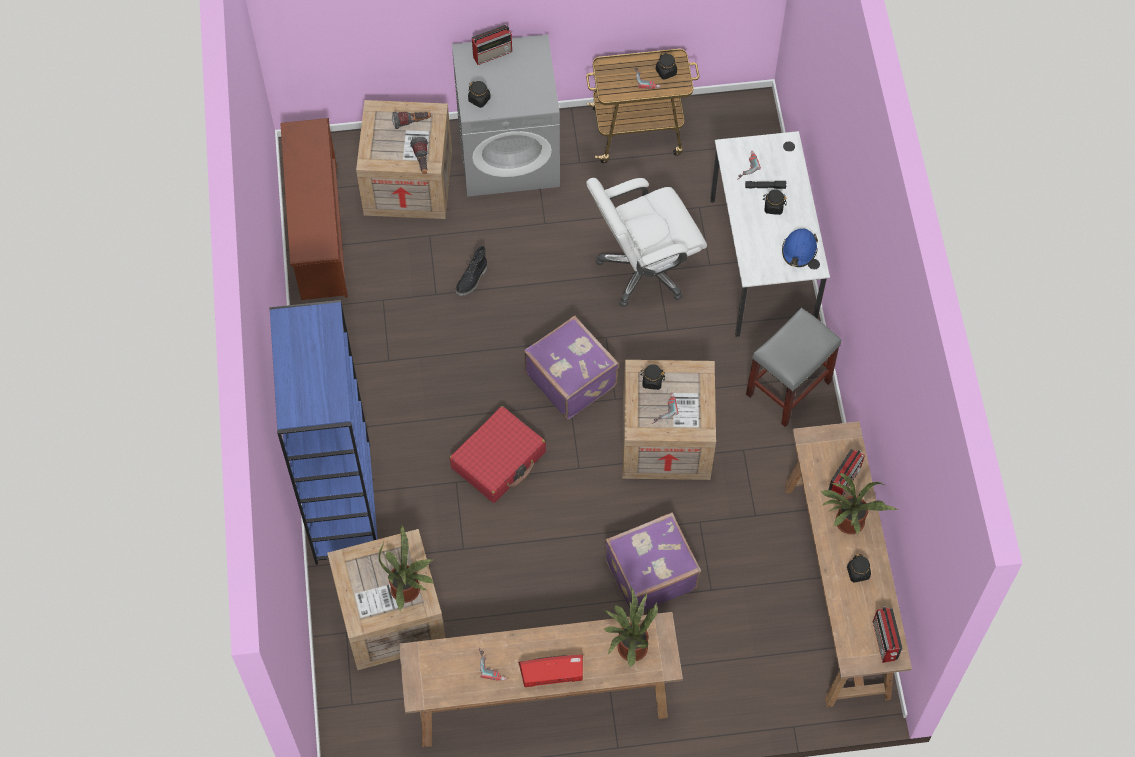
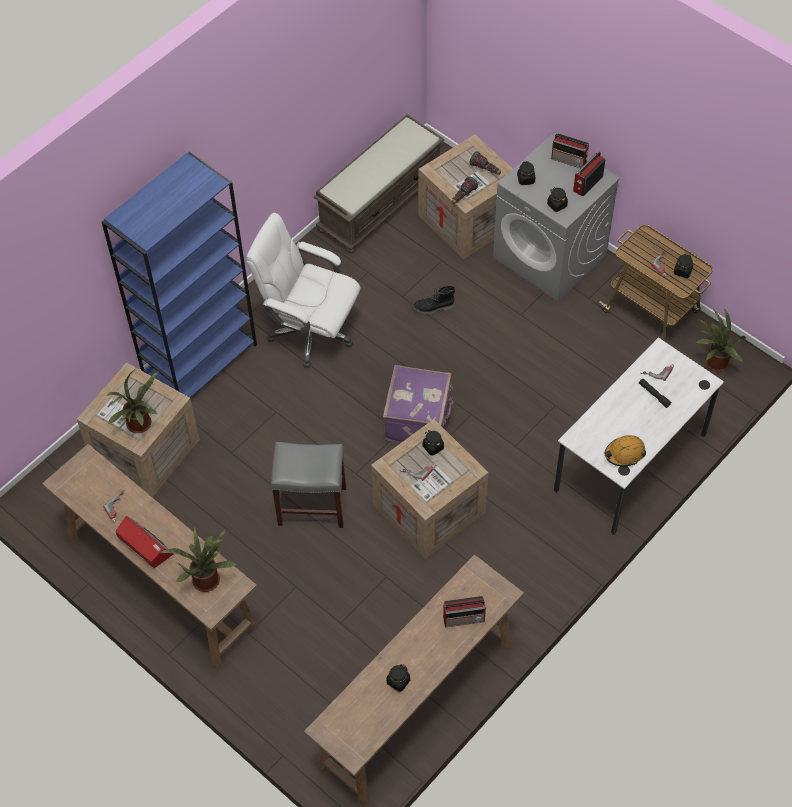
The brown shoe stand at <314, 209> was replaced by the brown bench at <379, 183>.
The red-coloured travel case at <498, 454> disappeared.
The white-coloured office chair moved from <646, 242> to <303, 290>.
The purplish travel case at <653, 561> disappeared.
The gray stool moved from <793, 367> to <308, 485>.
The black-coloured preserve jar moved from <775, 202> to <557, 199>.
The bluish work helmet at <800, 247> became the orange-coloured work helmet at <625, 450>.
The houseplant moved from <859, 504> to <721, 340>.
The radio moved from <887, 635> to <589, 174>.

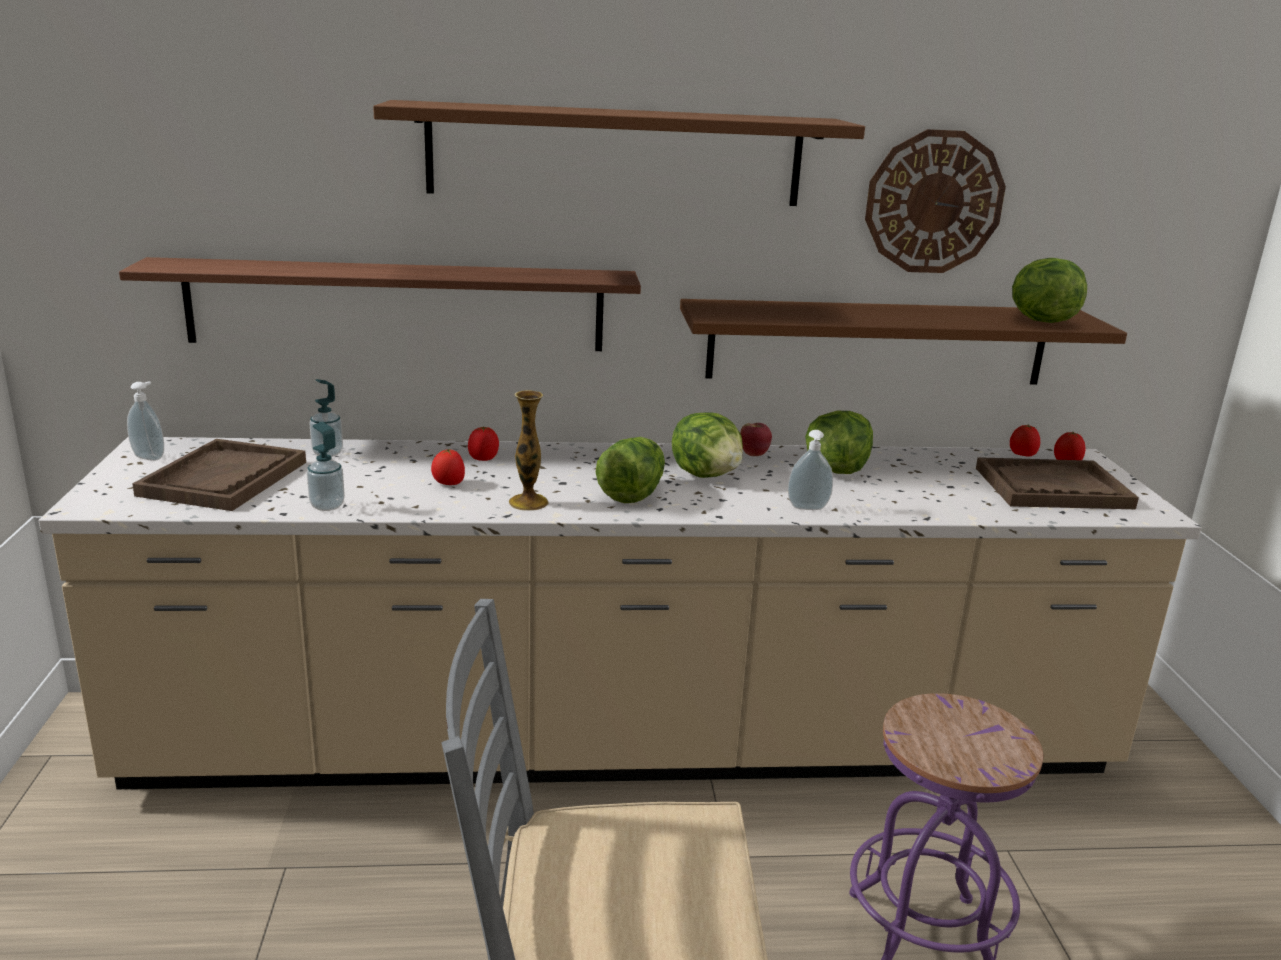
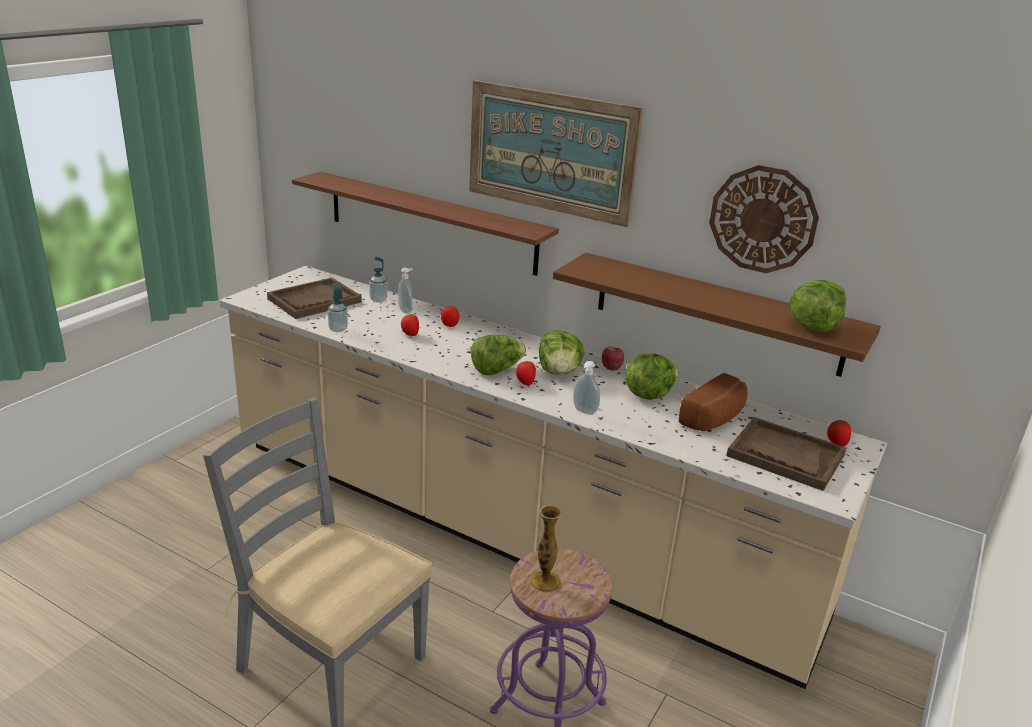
The soap bottle moved from <145, 421> to <405, 291>.
The brown wall shelf at <619, 153> was replaced by the wall picture at <556, 153>.
The decorative vase moved from <529, 450> to <545, 548>.
The fresh tomato moved from <1025, 440> to <526, 372>.
The baked bread at <713, 402> appeared.

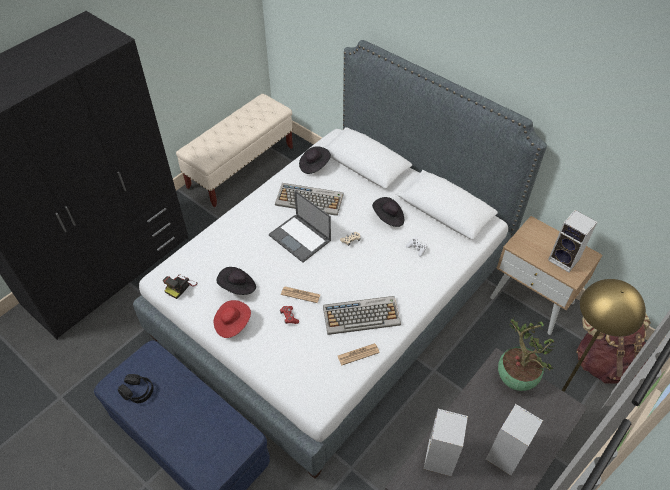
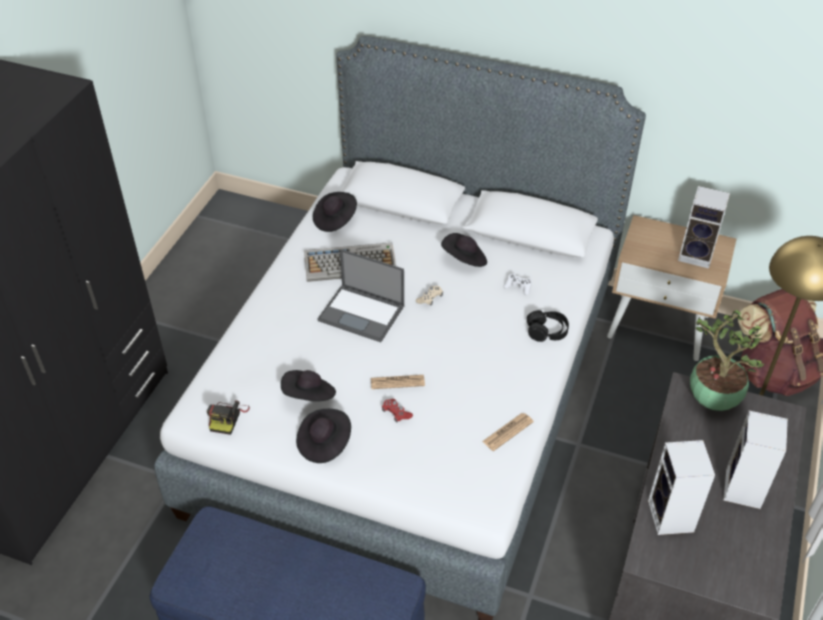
The black-coloured headset moved from <135, 388> to <548, 326>.
The beige bench at <234, 150> disappeared.
The red-coloured wearable hat at <232, 319> became the black-coloured wearable hat at <323, 436>.
The PC keyboard at <362, 315> disappeared.

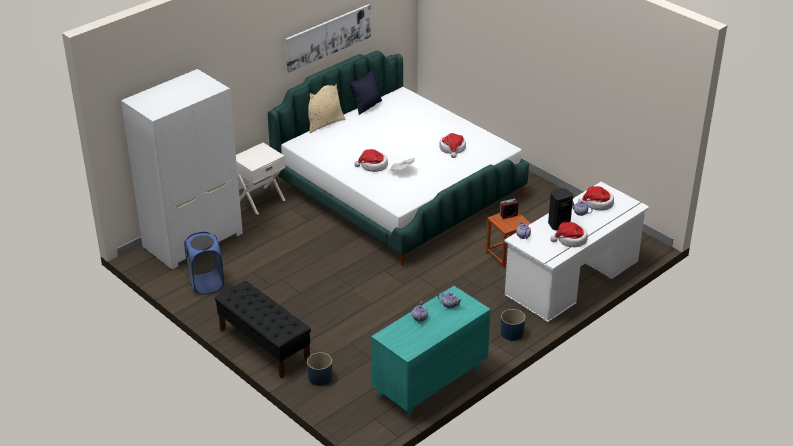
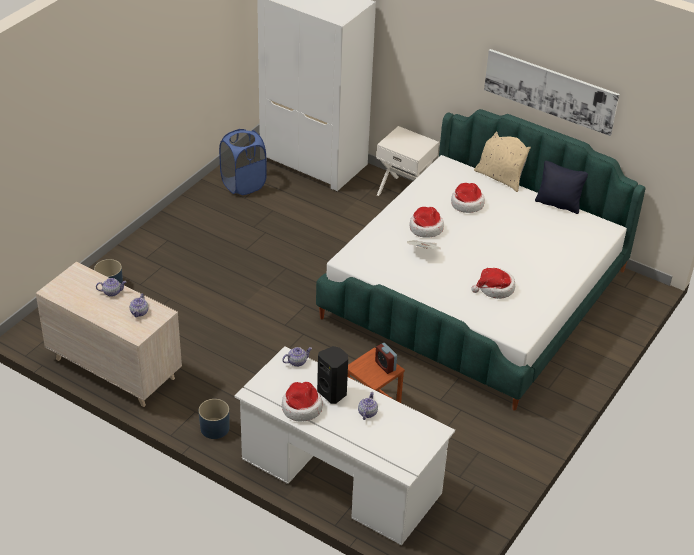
The black-coloured bench at <263, 330> disappeared.
The turquoise-coloured drawer chest at <431, 351> became the beige drawer chest at <109, 334>.
The wearable hat moved from <596, 198> to <468, 198>.

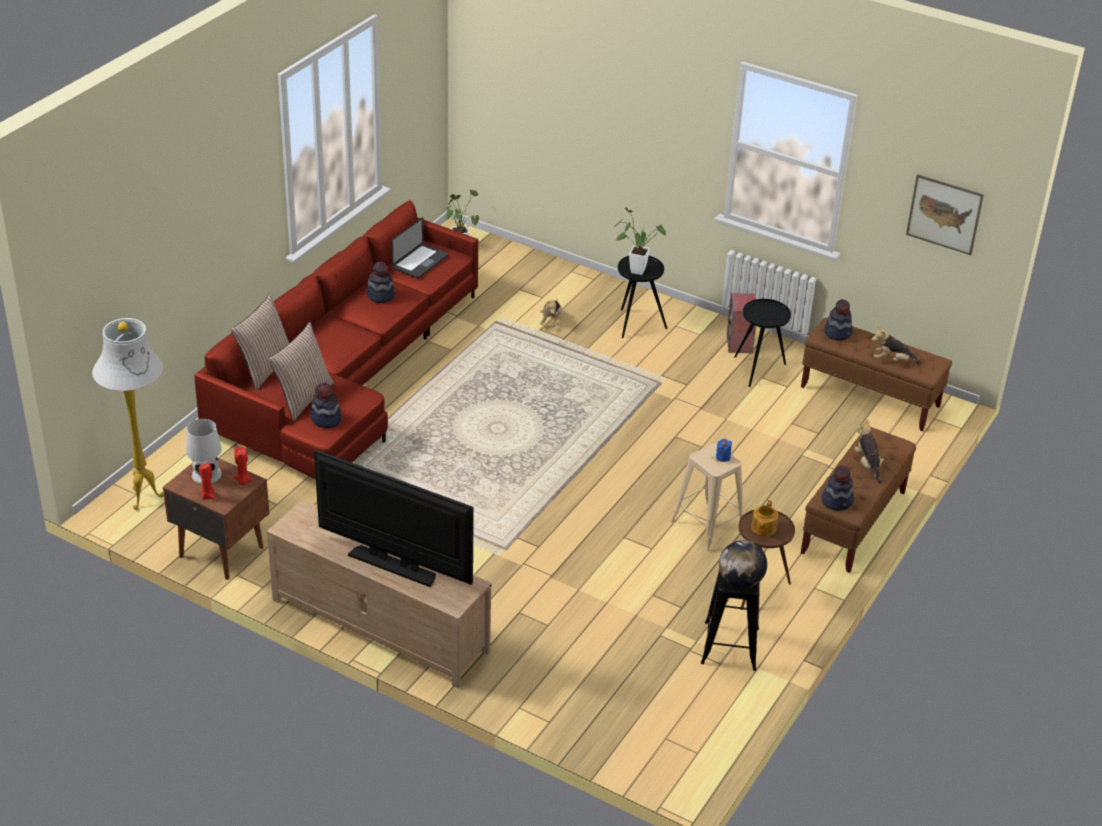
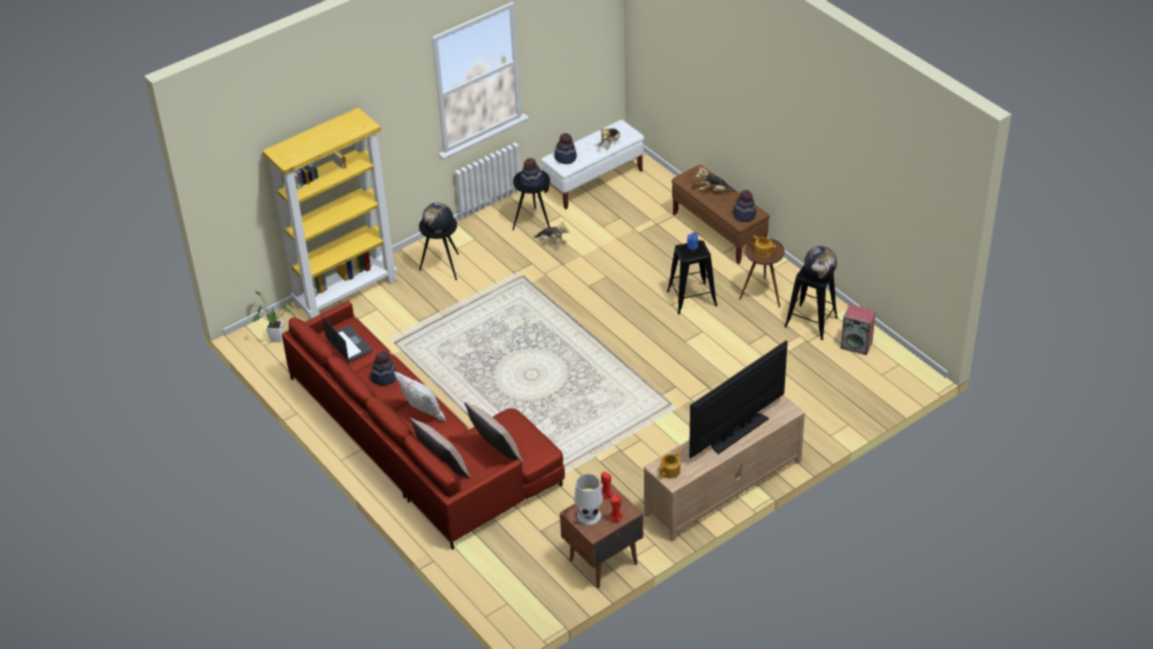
The white-coloured floor lamp at <128, 414> disappeared.
The wearable hat moved from <326, 405> to <532, 173>.
The plush toy moved from <551, 313> to <551, 235>.
The houseplant at <640, 241> was replaced by the globe at <437, 218>.
The beige stool at <707, 497> became the black-coloured stool at <692, 277>.
The loudspeaker moved from <741, 323> to <858, 329>.
The brown bench at <876, 374> became the white-coloured bench at <592, 164>.
The wall picture at <945, 214> disappeared.
The yellowish shelving unit at <329, 214> appeared.
The white-coloured throw pillow at <420, 396> appeared.
The tea pot at <670, 465> appeared.

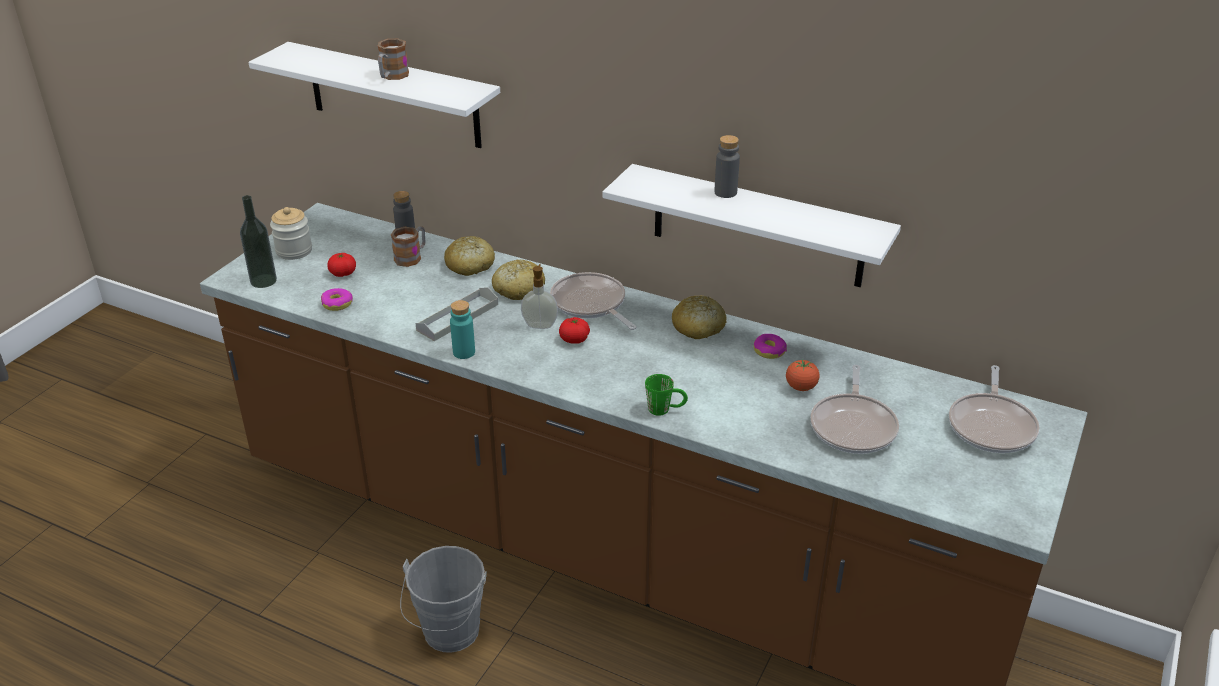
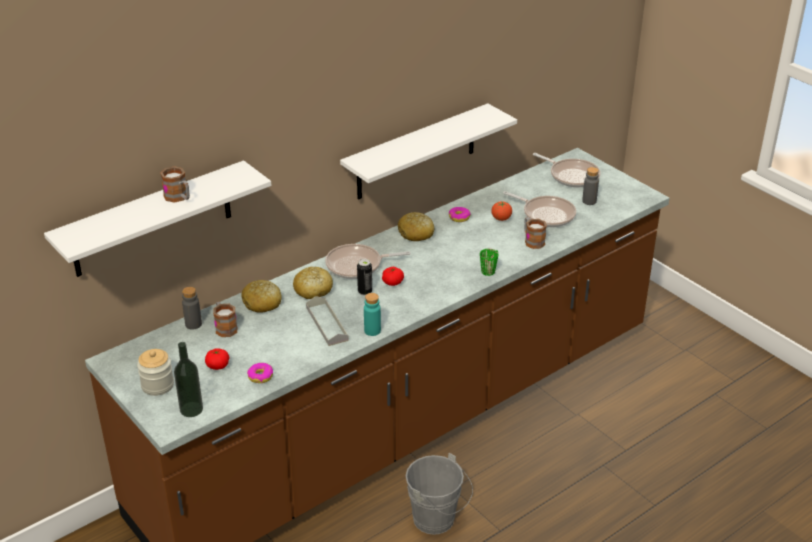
The soap bottle at <539, 296> was replaced by the sealed can at <364, 277>.
The gray bottle moved from <727, 166> to <590, 186>.
The mug at <535, 233> appeared.

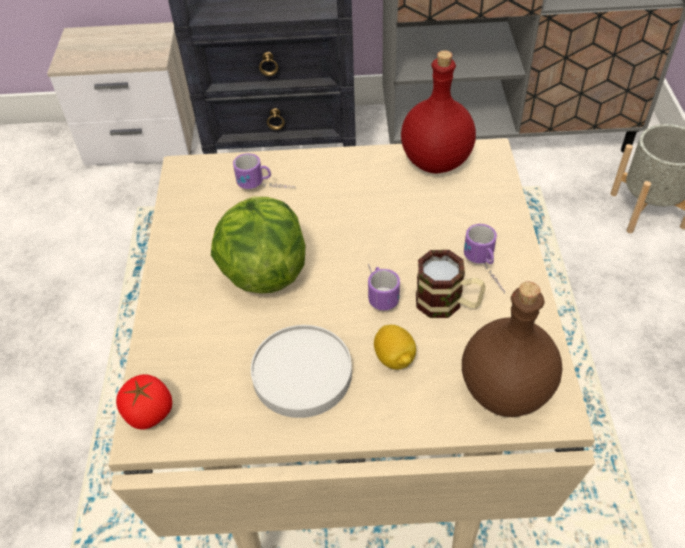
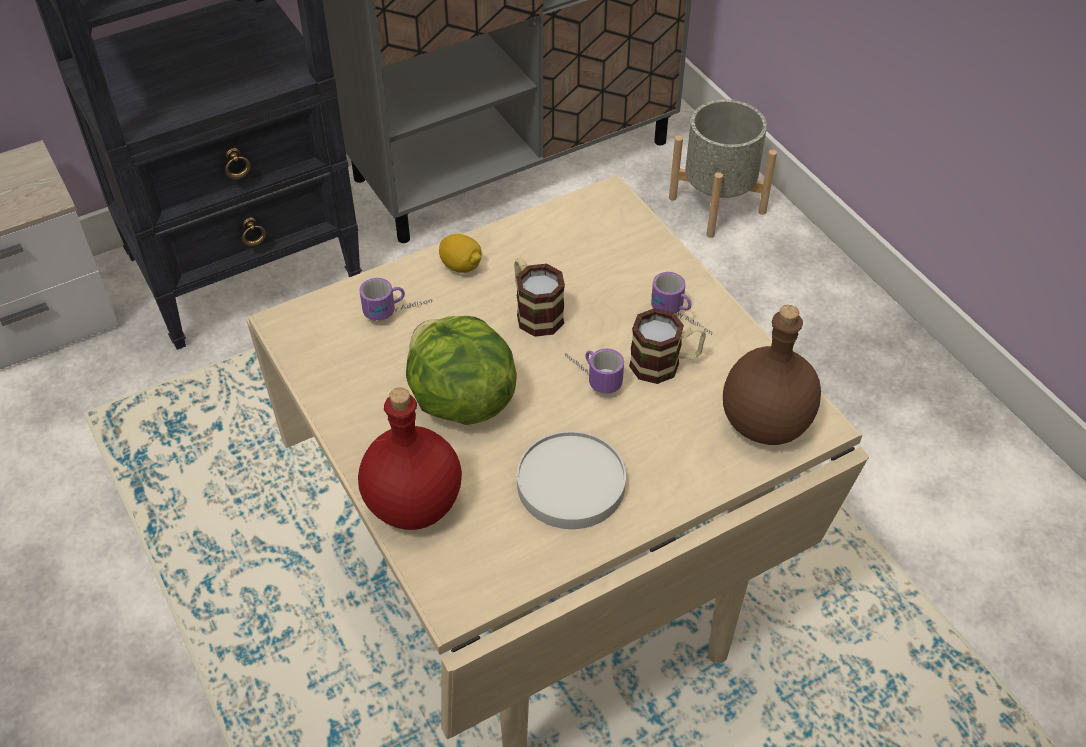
The fresh tomato at <144, 401> disappeared.
The whole lemon moved from <395, 347> to <460, 253>.
The red-coloured bottle moved from <438, 112> to <410, 459>.
The mug at <539, 297> appeared.

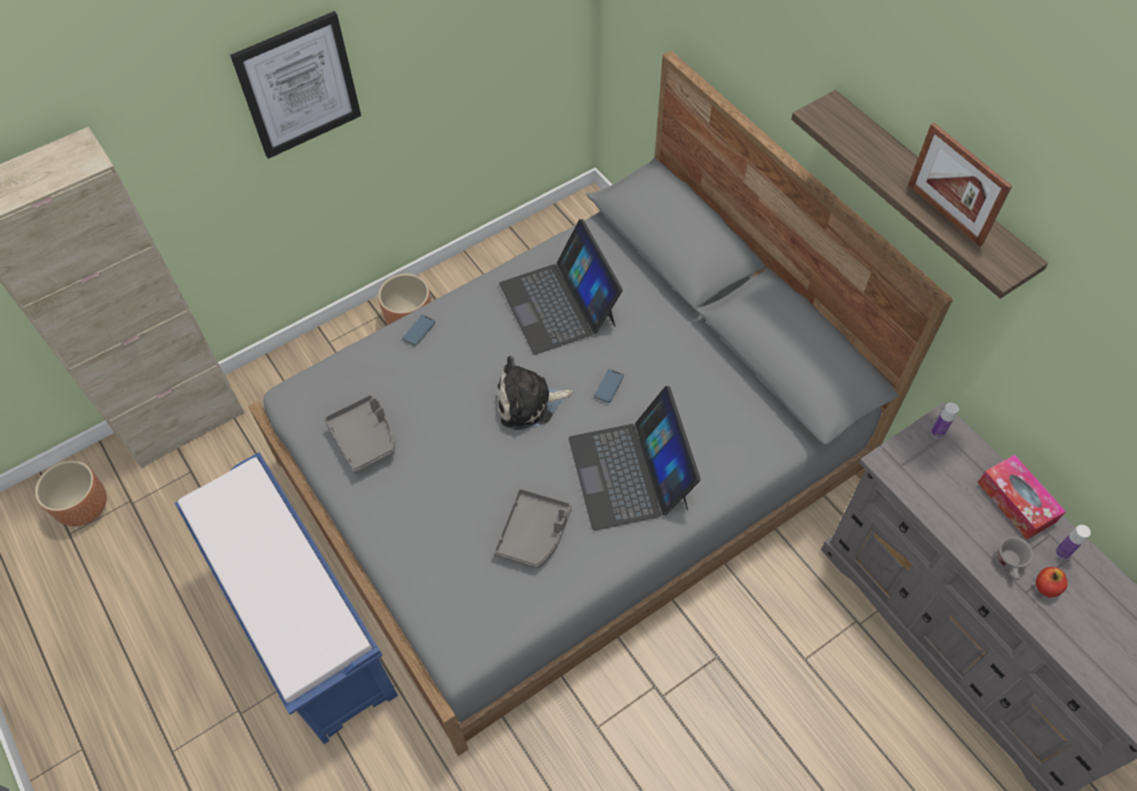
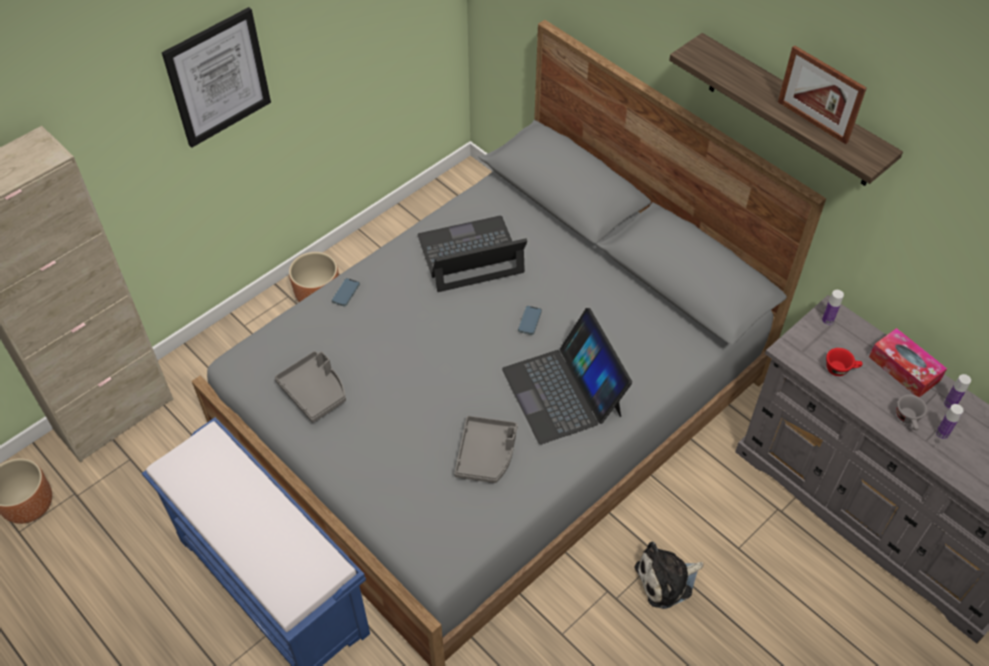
The plush toy moved from <535, 393> to <669, 575>.
The notebook computer at <561, 287> turned 105 degrees clockwise.
The apple fruit at <1052, 582> was replaced by the bottle at <950, 422>.
The red-coloured small cup at <844, 362> appeared.

